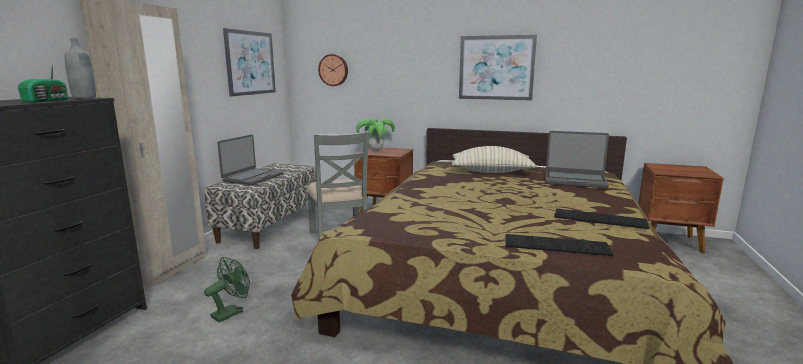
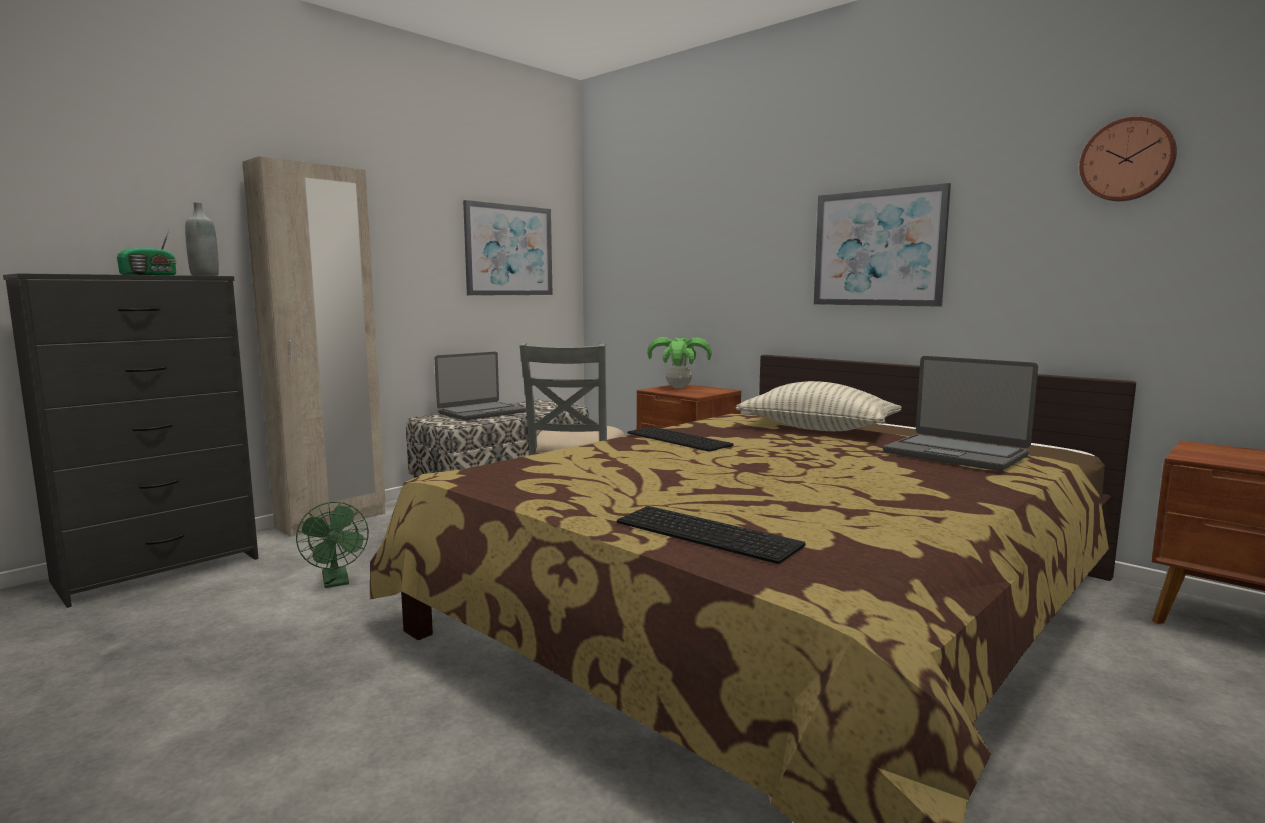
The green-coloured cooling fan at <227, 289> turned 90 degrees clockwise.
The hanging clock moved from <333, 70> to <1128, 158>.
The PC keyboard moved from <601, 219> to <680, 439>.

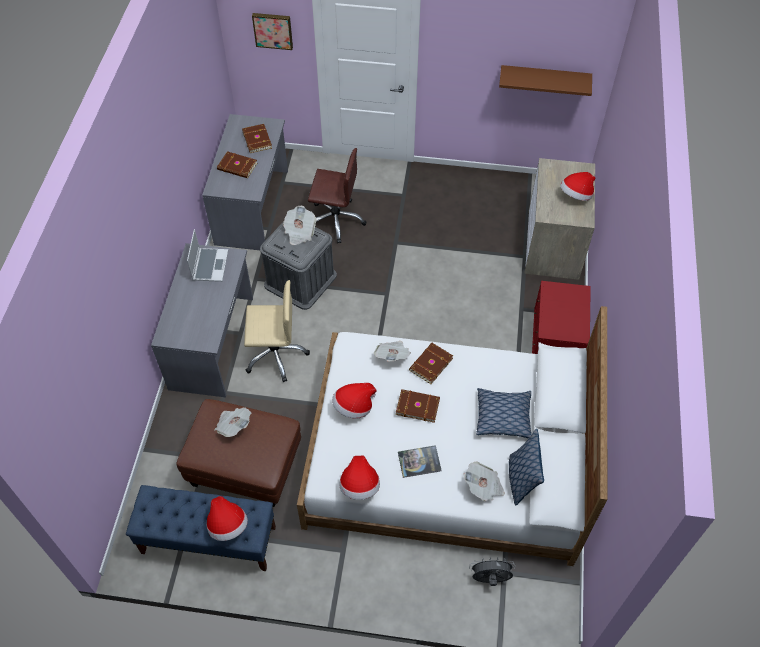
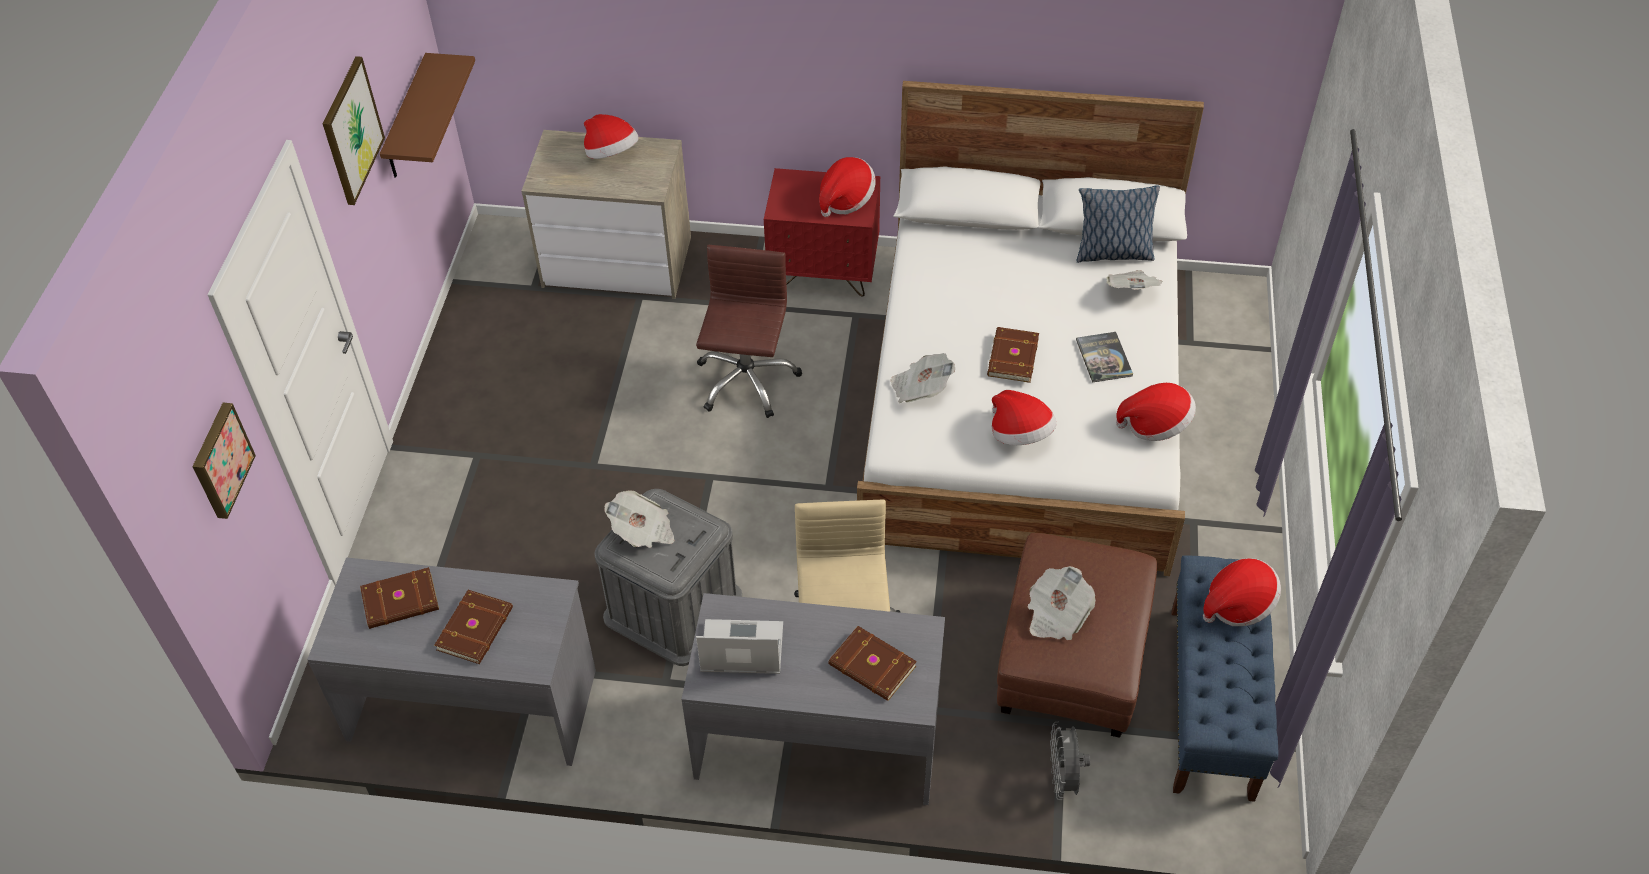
The brown office chair moved from <337, 195> to <749, 331>.
The brown volume moved from <431, 363> to <872, 663>.
The gray cooling fan moved from <492, 571> to <1070, 761>.
The throw pillow at <504, 413> disappeared.
The wall picture at <354, 130> appeared.
The wearable hat at <847, 187> appeared.

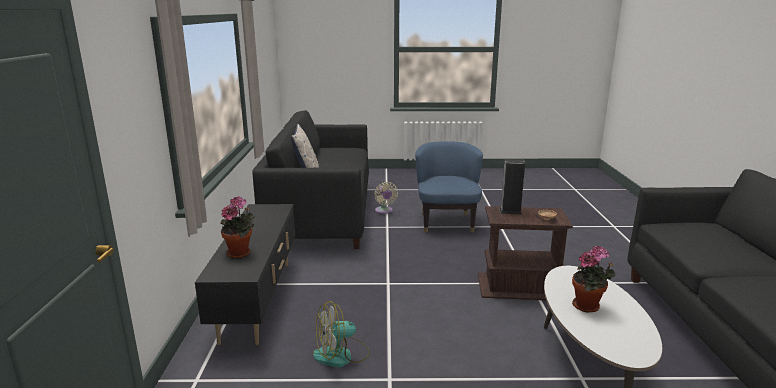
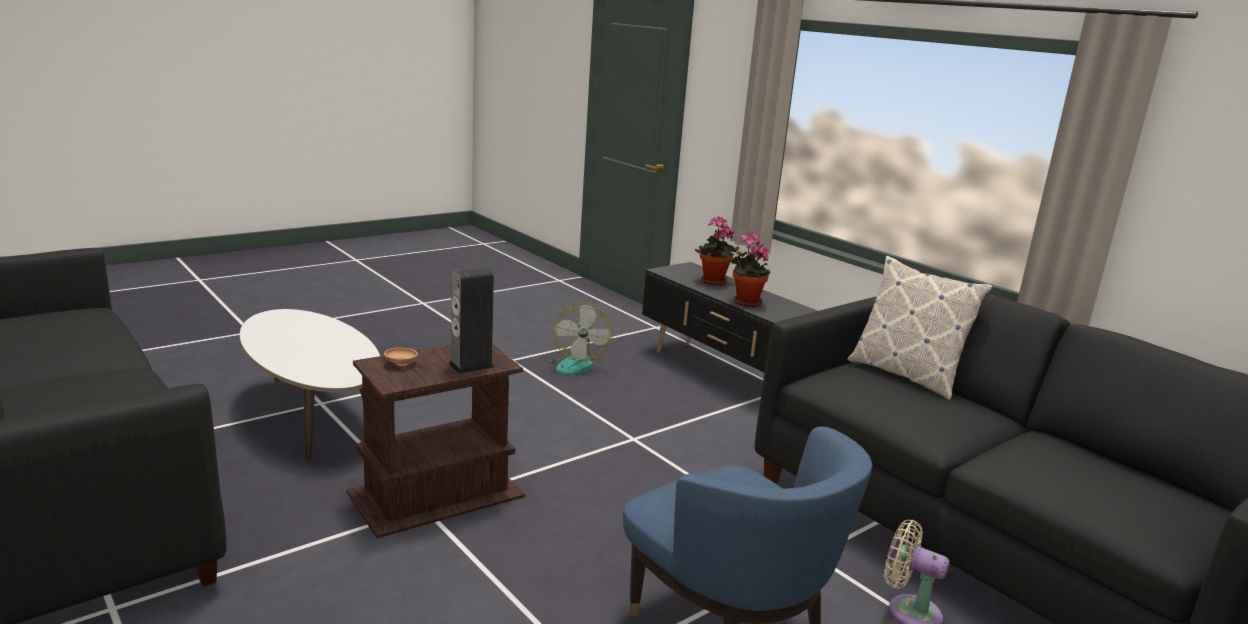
The cooling fan at <341, 334> turned 150 degrees clockwise.
The houseplant moved from <594, 279> to <750, 269>.

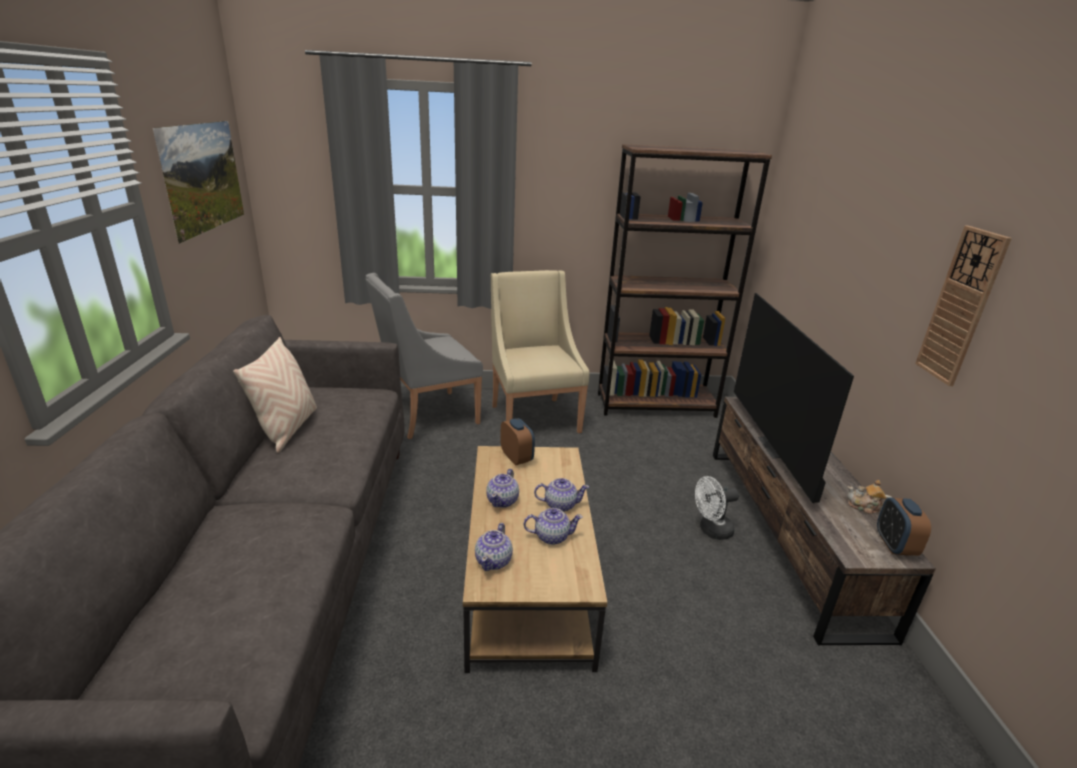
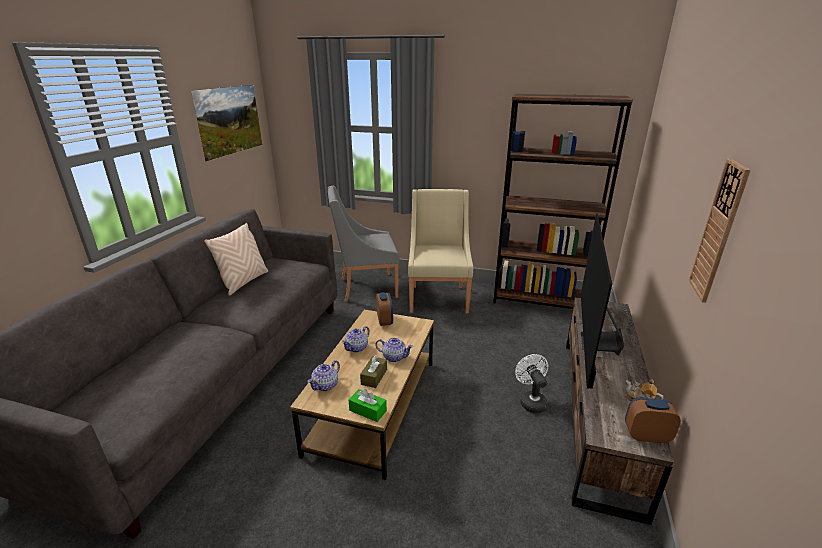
The tea pot at <553, 526> was replaced by the brown tissue holder at <373, 371>.
The white-coloured cooling fan at <717, 508> turned 75 degrees clockwise.
The alarm clock at <904, 527> turned 75 degrees clockwise.
The green-coloured tissue holder at <367, 405> appeared.

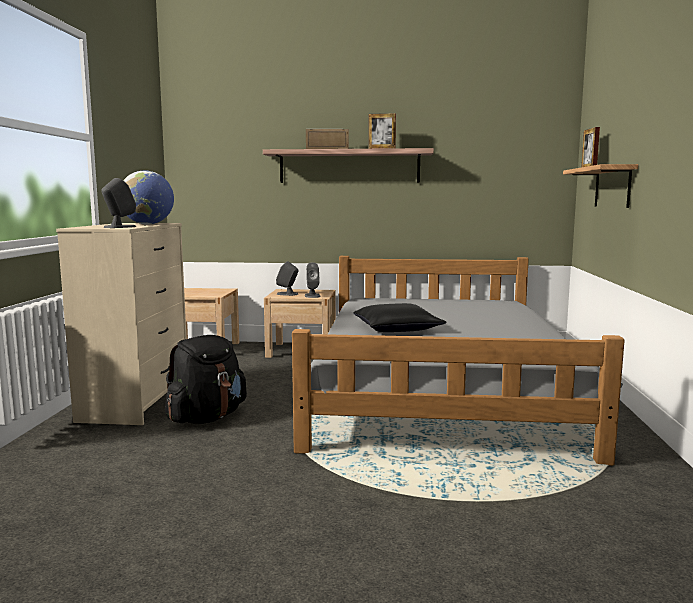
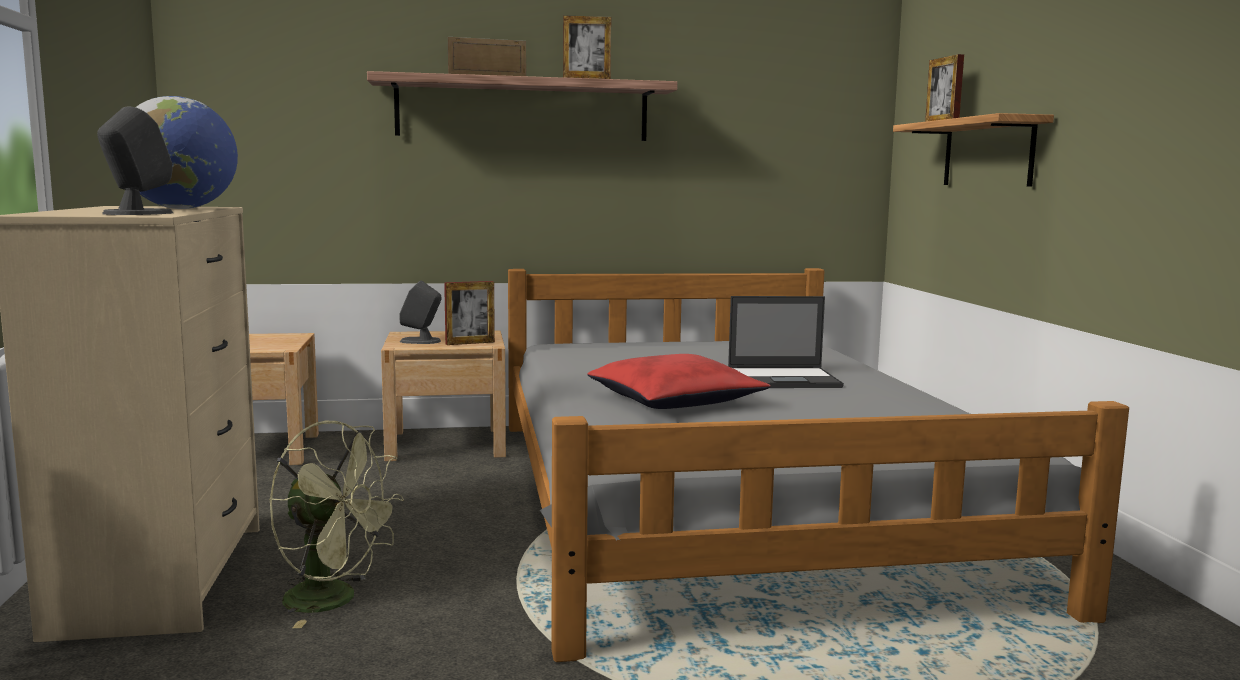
The black-coloured backpack at <206, 379> was replaced by the green-coloured cooling fan at <336, 524>.
The gray loudspeaker at <312, 280> was replaced by the picture frame at <469, 313>.
The black-coloured throw pillow at <400, 317> became the red-coloured throw pillow at <679, 381>.
The notebook computer at <786, 342> appeared.

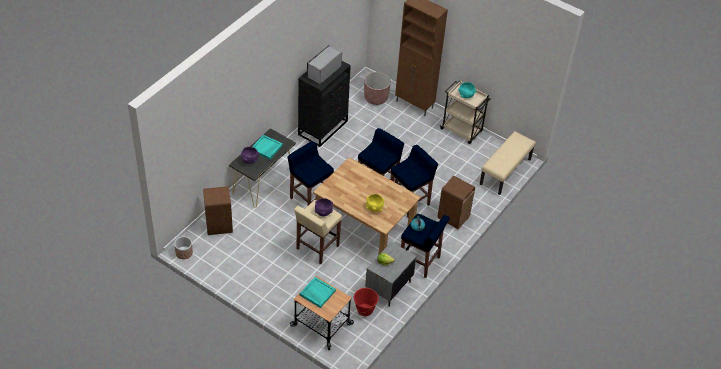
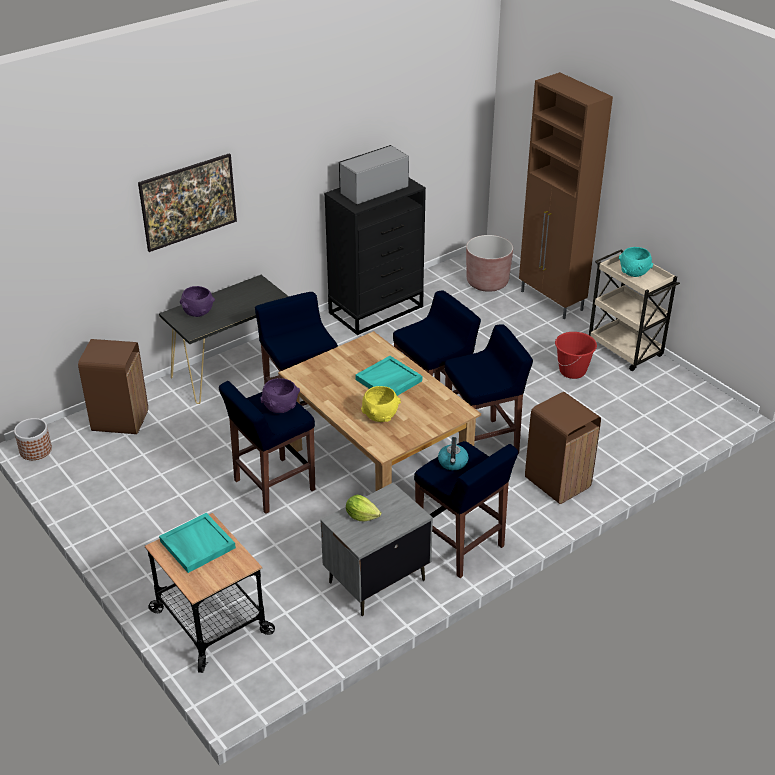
The turquoise-coloured tray moved from <267, 147> to <389, 376>.
The beige stool at <318, 232> became the bluish stool at <267, 447>.
The red-coloured water bucket moved from <366, 302> to <576, 355>.
The beige bench at <508, 163> disappeared.
The wall picture at <187, 202> appeared.

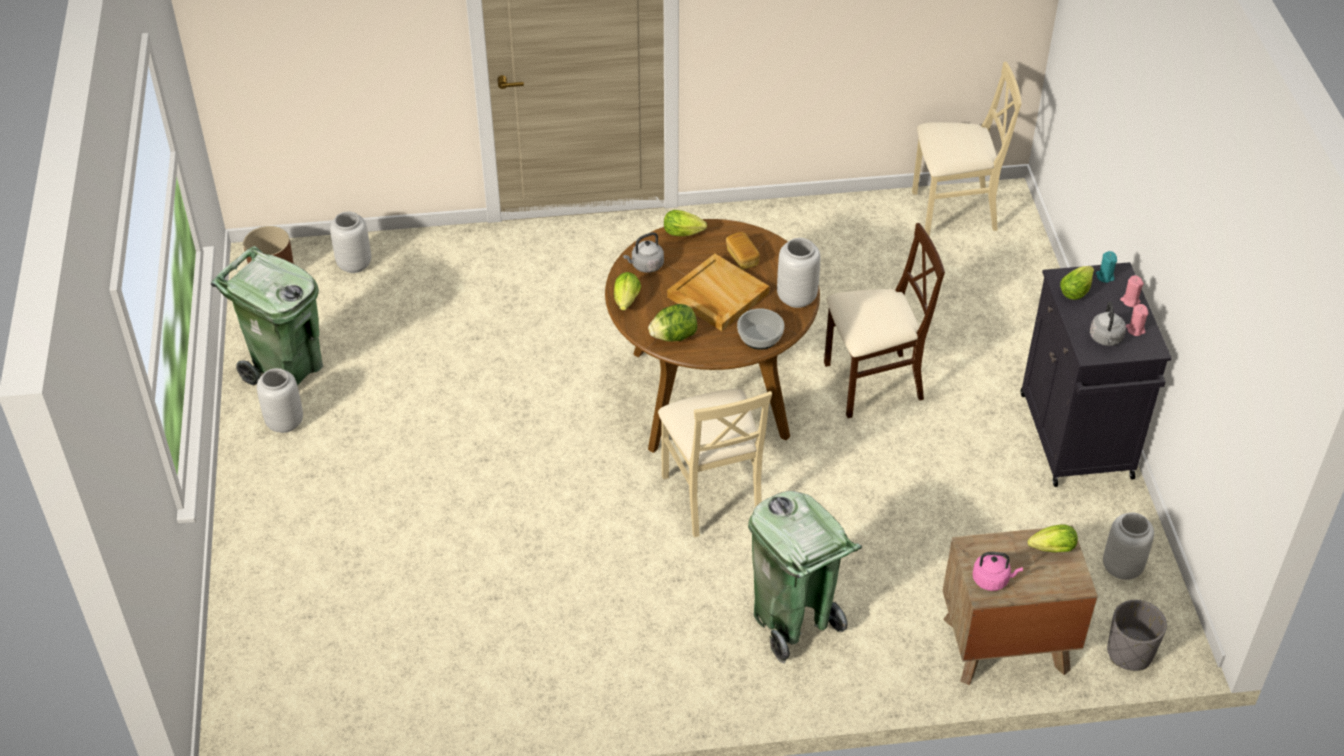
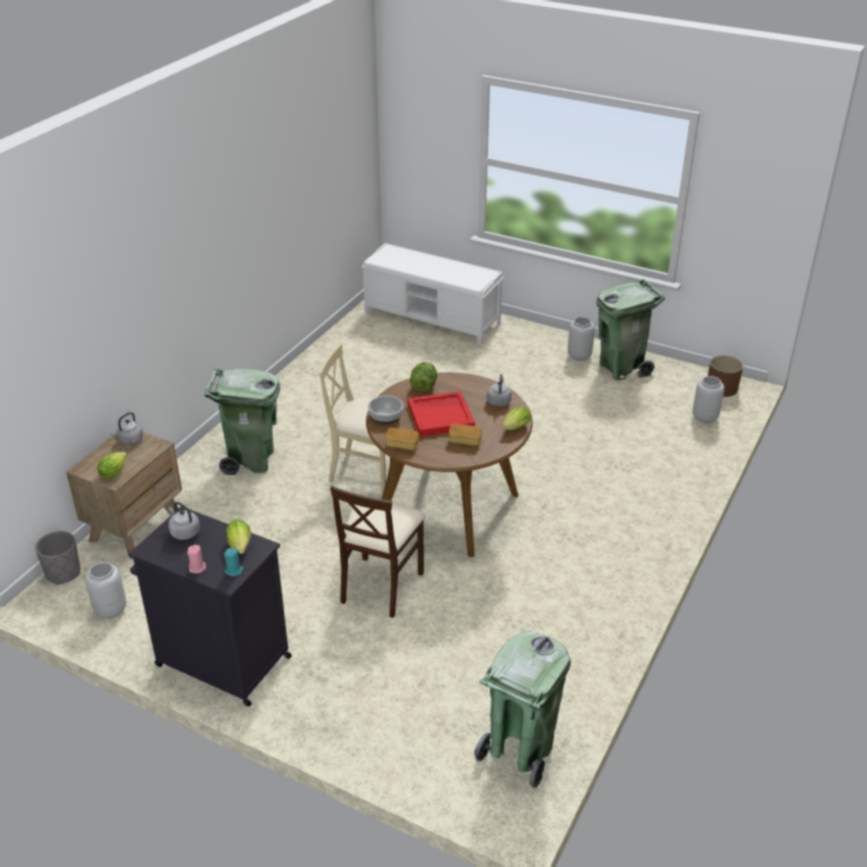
The lettuce at <627, 291> disappeared.
The beige tray at <718, 292> became the red-coloured tray at <441, 413>.
The gray decorative vase at <798, 273> was replaced by the baked bread at <402, 439>.
The beige chair at <967, 149> was replaced by the green-coloured waste bin at <522, 710>.
The pink tea kettle at <997, 571> became the gray tea kettle at <127, 428>.
The pink candle at <1137, 320> disappeared.
The white-coloured bench at <432, 294> appeared.

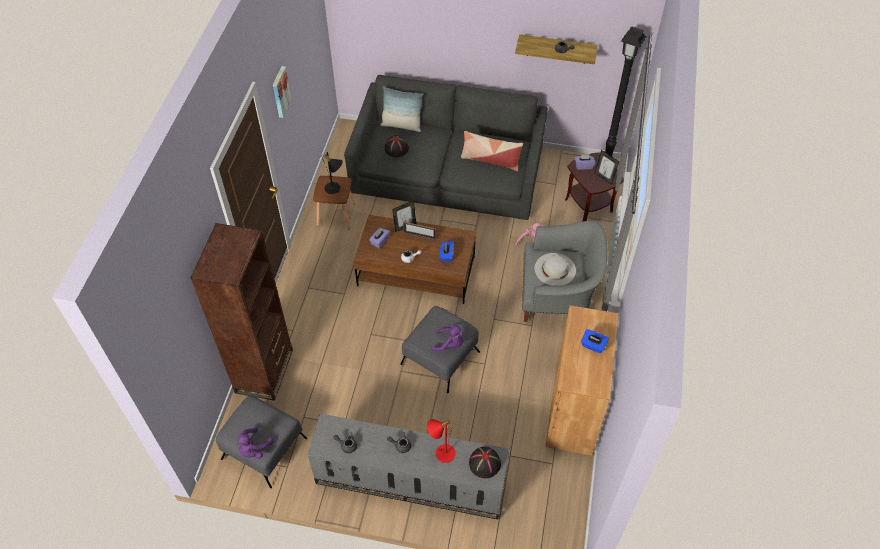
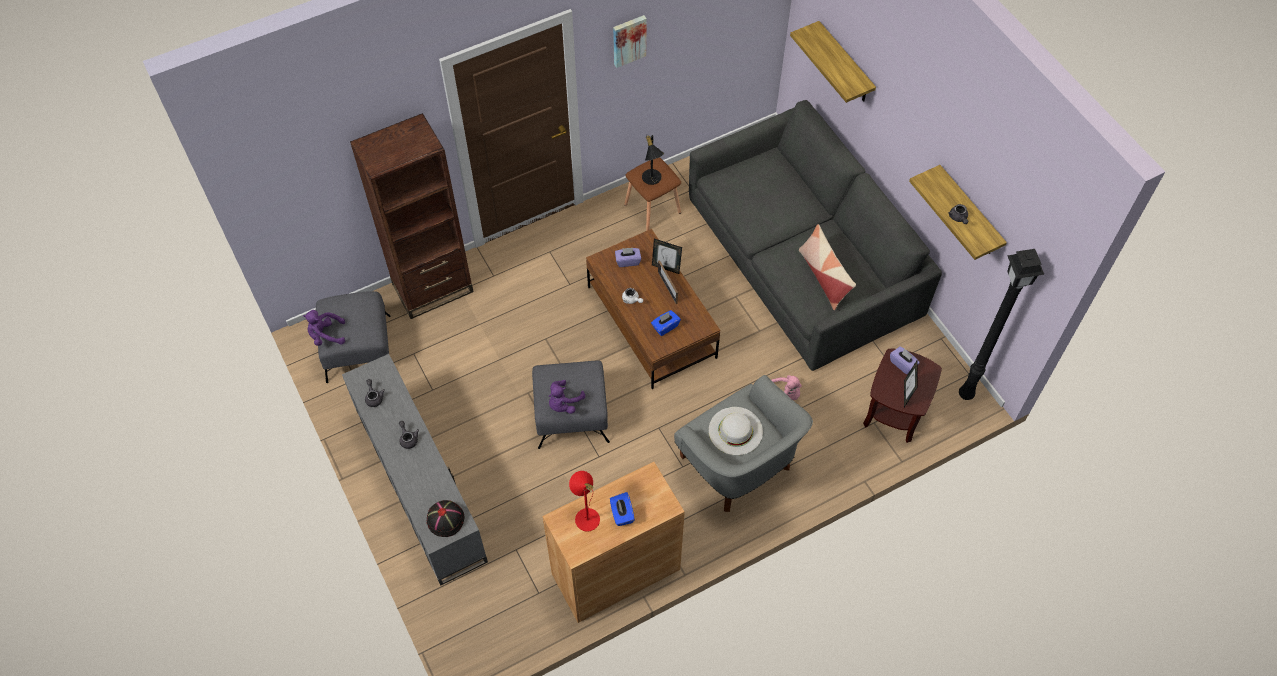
The throw pillow at <401, 109> disappeared.
The black-coloured wearable hat at <397, 146> disappeared.
The red-coloured lamp for a table moved from <441, 441> to <584, 501>.
The purplish plush toy at <447, 338> turned 60 degrees clockwise.
The wall shelf at <833, 62> appeared.

